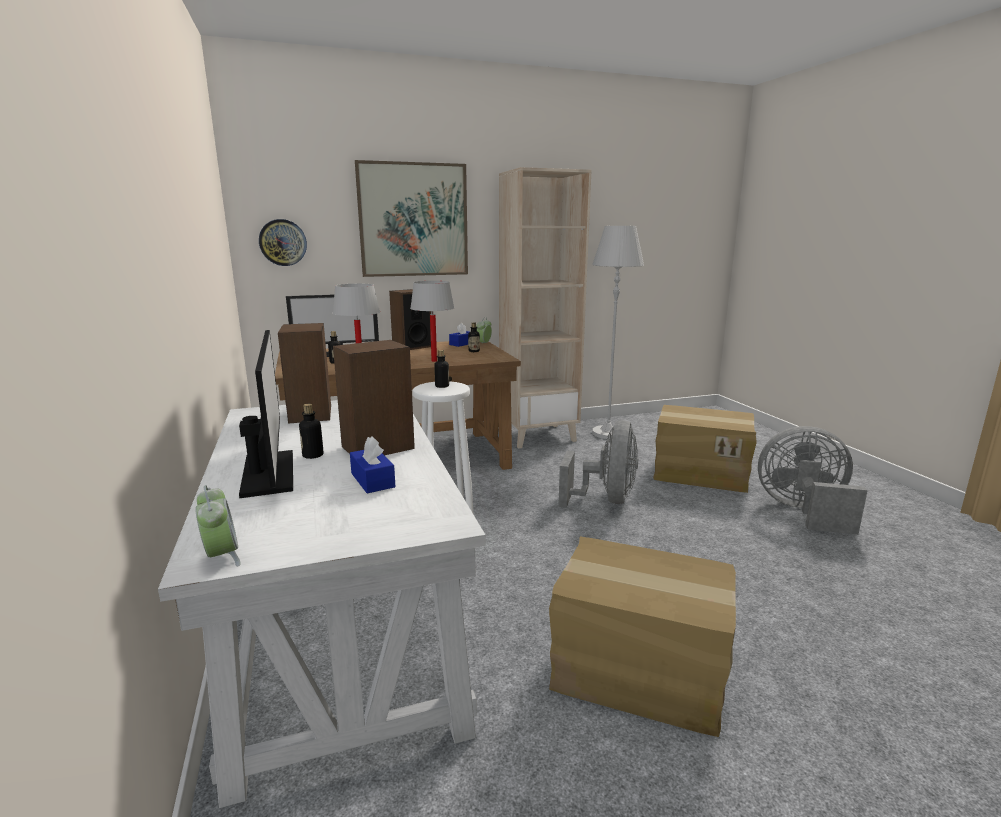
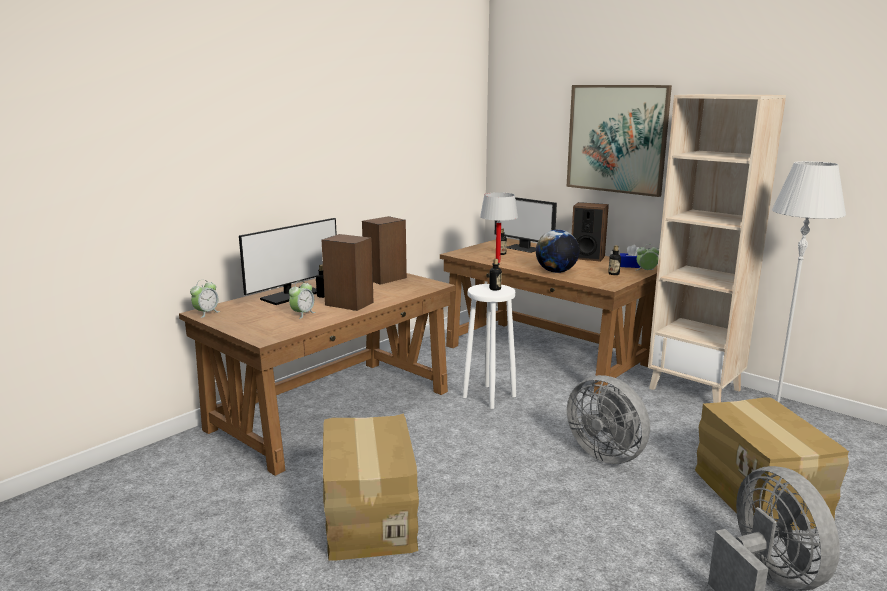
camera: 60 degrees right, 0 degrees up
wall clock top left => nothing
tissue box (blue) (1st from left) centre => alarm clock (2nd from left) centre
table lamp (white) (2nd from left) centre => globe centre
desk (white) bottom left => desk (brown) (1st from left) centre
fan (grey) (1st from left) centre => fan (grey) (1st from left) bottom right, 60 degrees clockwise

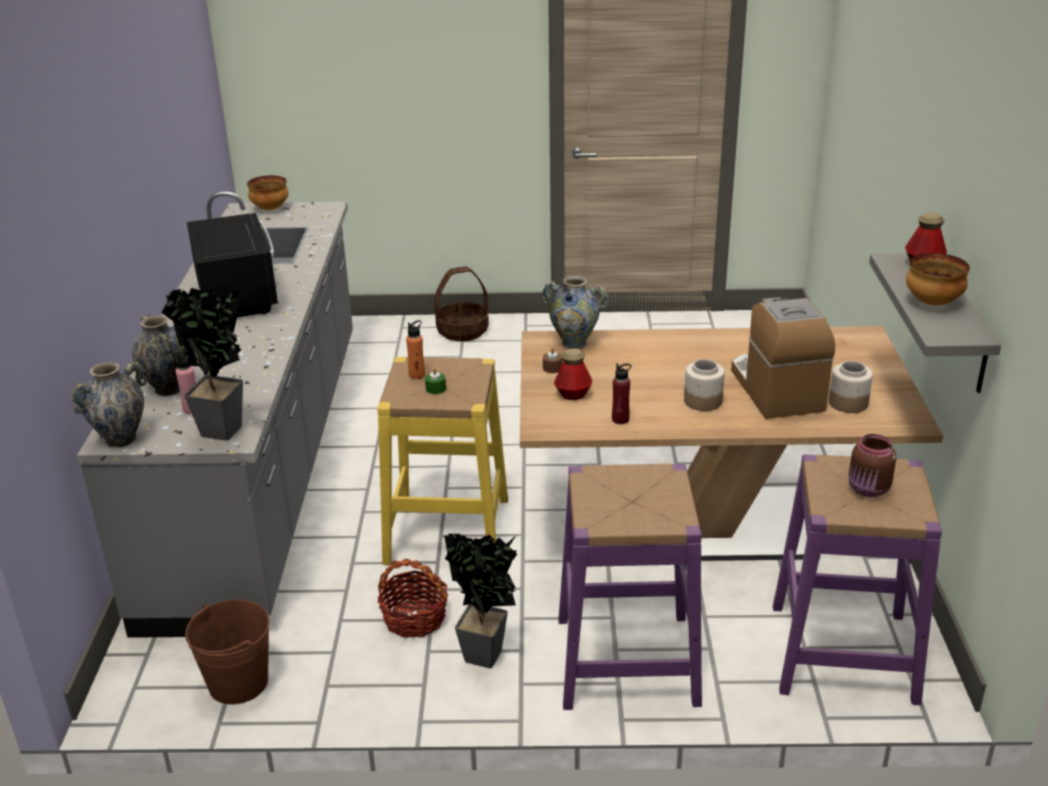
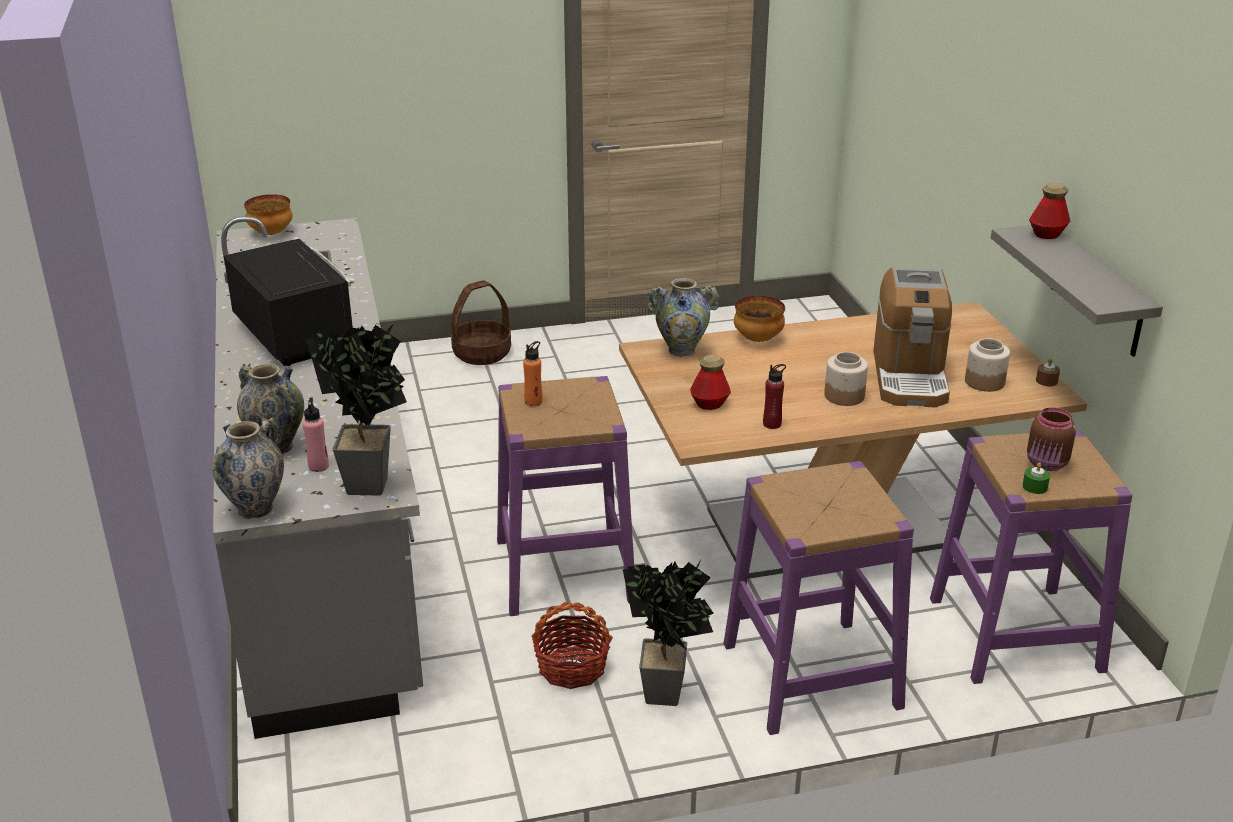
camera: 15 degrees left, 0 degrees up
bucket (brown) bottom left => nothing
candle (green) centre => candle (green) middle right, move
candle (brown) centre => candle (brown) middle right, move
bowl (2nd from left) middle right => bowl (2nd from left) centre, move
stool (yellow) centre => stool (purple) (1st from left) centre
coffee machine middle right, 150 degrees counterclockwise

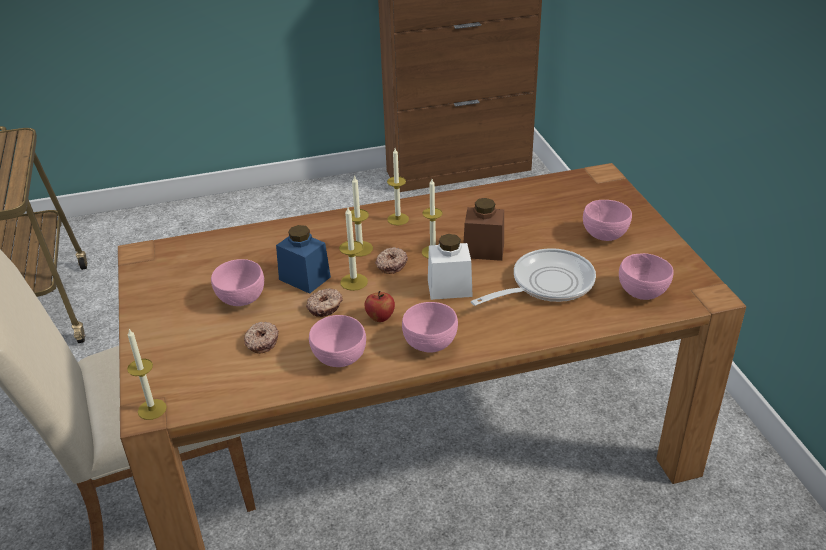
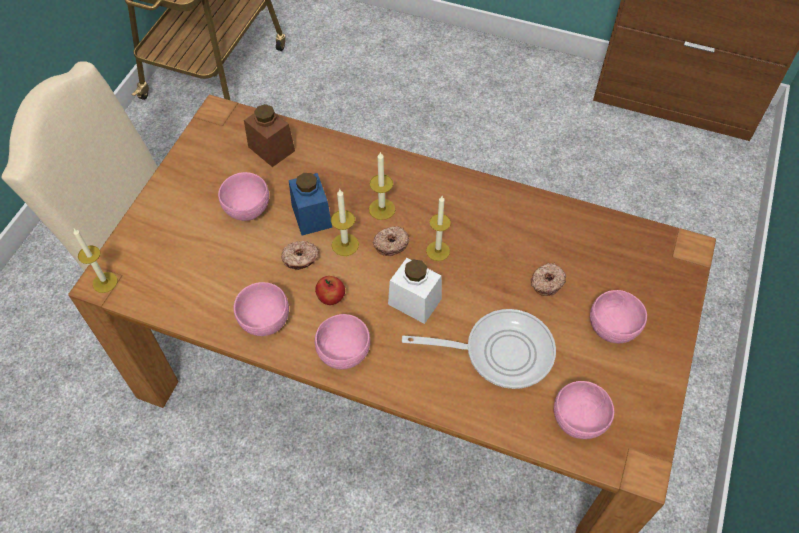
camera: 35 degrees right, 20 degrees up
candle (4th from left) centre => nothing
donut (1st from left in the first image) middle left => donut (3rd from left) middle right, move
jar (brown) centre => jar (brown) top centre, move

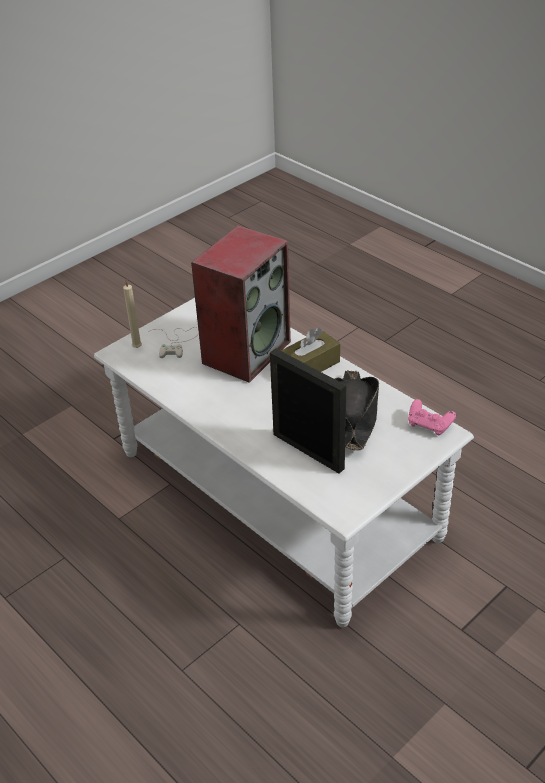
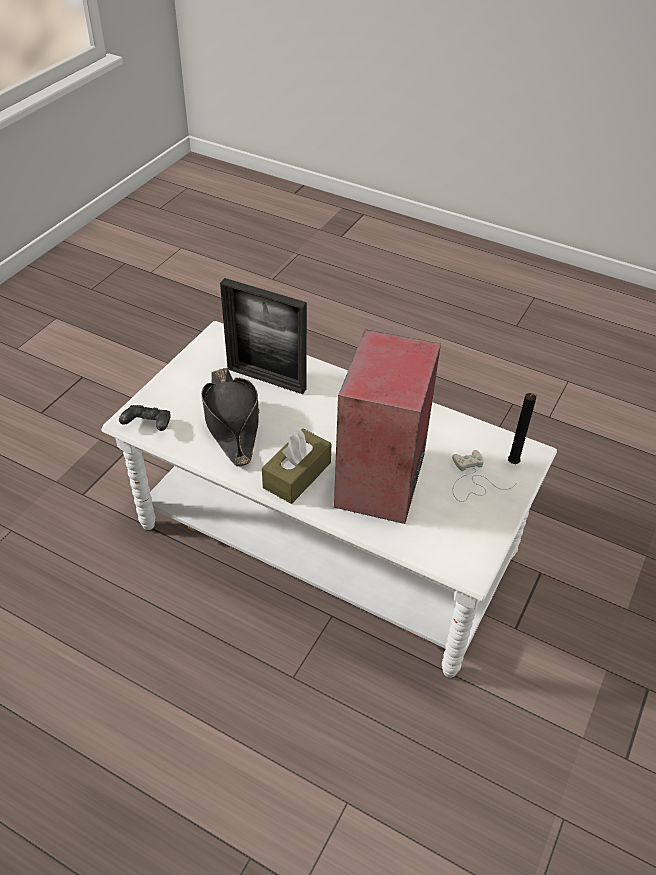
camera: 160 degrees right, 5 degrees up
candle (beige) middle left => candle (black) middle right
game controller (pink) middle right => game controller (black) middle left

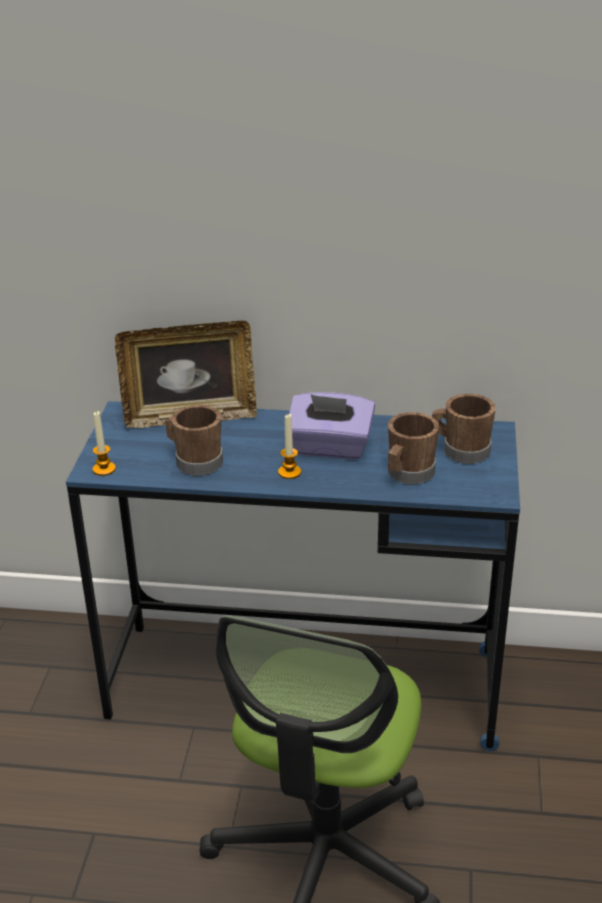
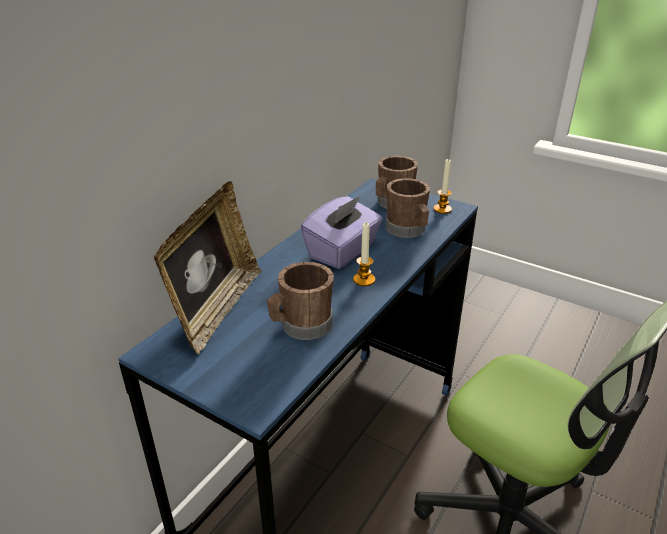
camera: 65 degrees left, 0 degrees up
candle (1st from left in the first image) middle left => candle (2nd from left) centre, move

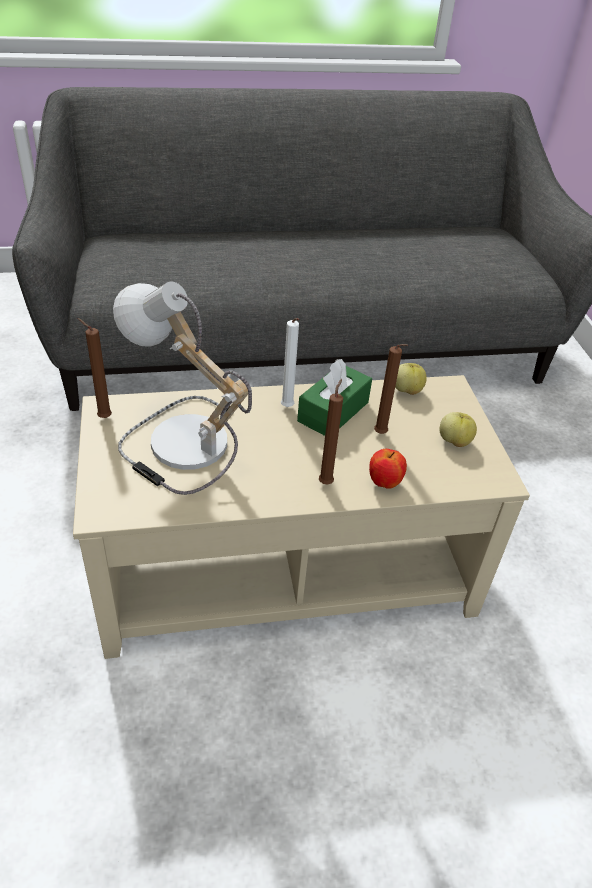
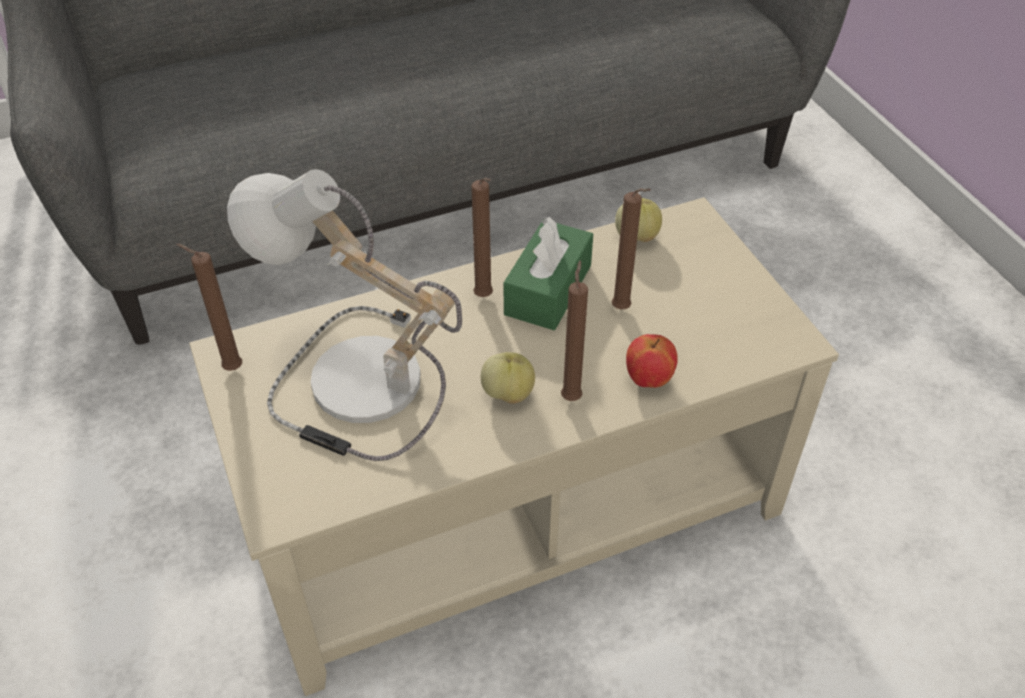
camera: 10 degrees left, 5 degrees up
apple (3rd from left in the first image) middle right => apple (1st from left) centre, move
candle (white) centre => candle (brown) (2nd from left) centre

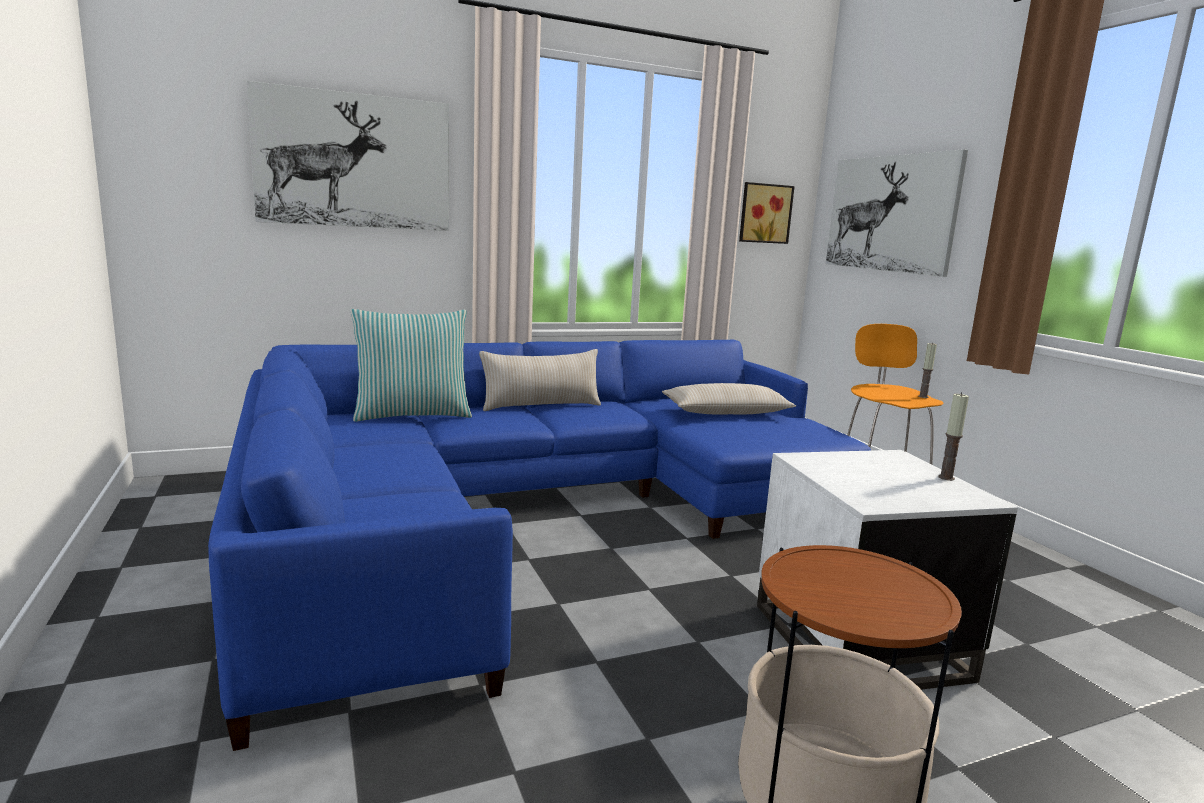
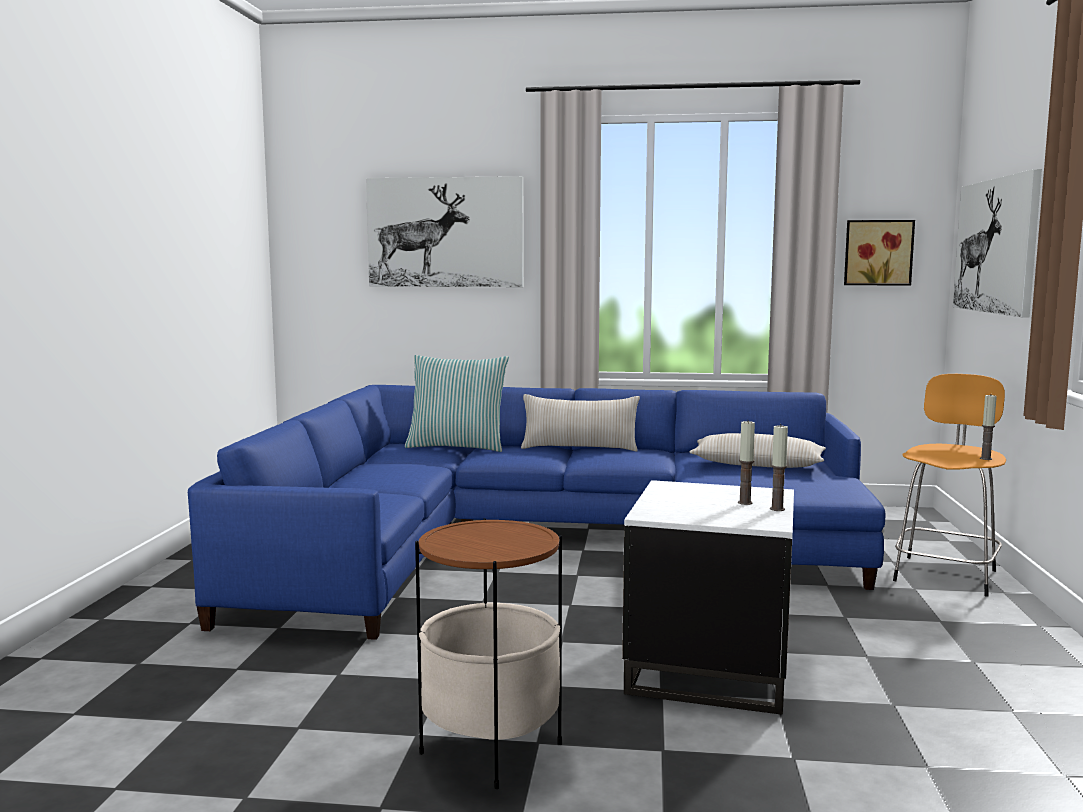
camera: 30 degrees right, 5 degrees down
nothing => candle (1st from left) middle right

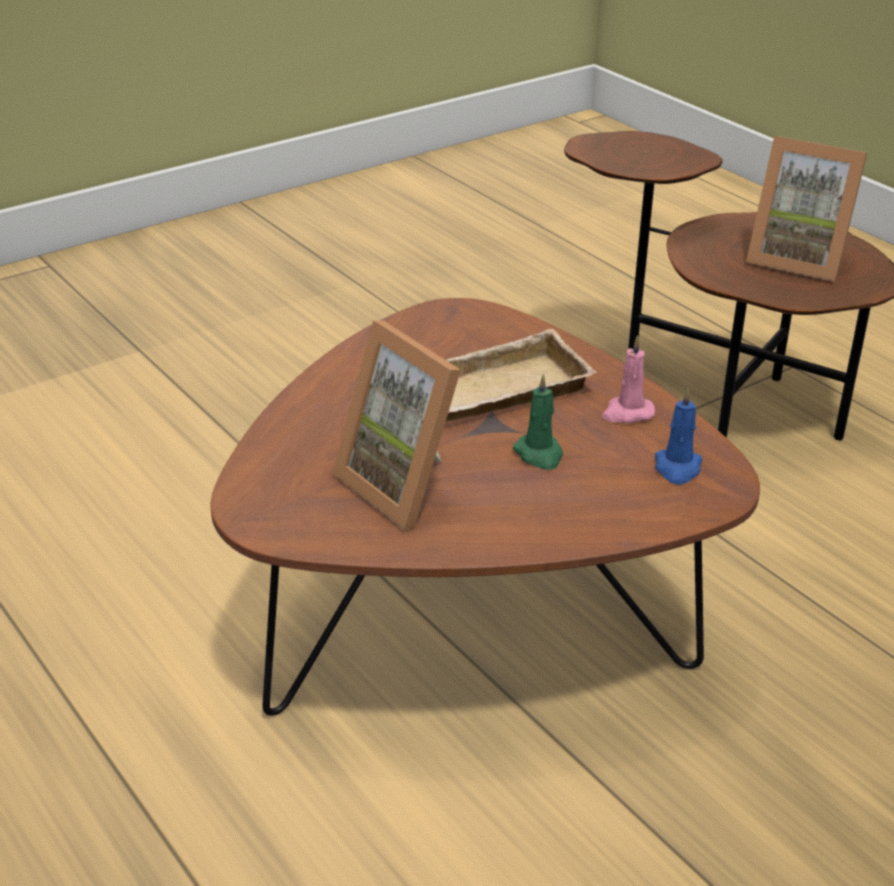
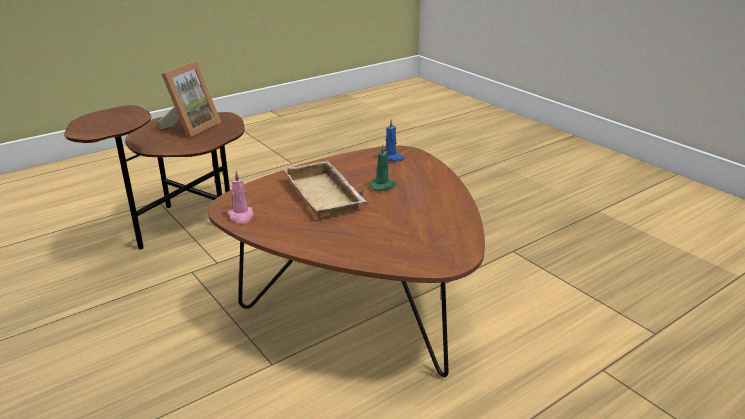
camera: 90 degrees left, 5 degrees down
picture frame (1st from left) centre => nothing
candle (pink) middle right => candle (pink) middle left, move

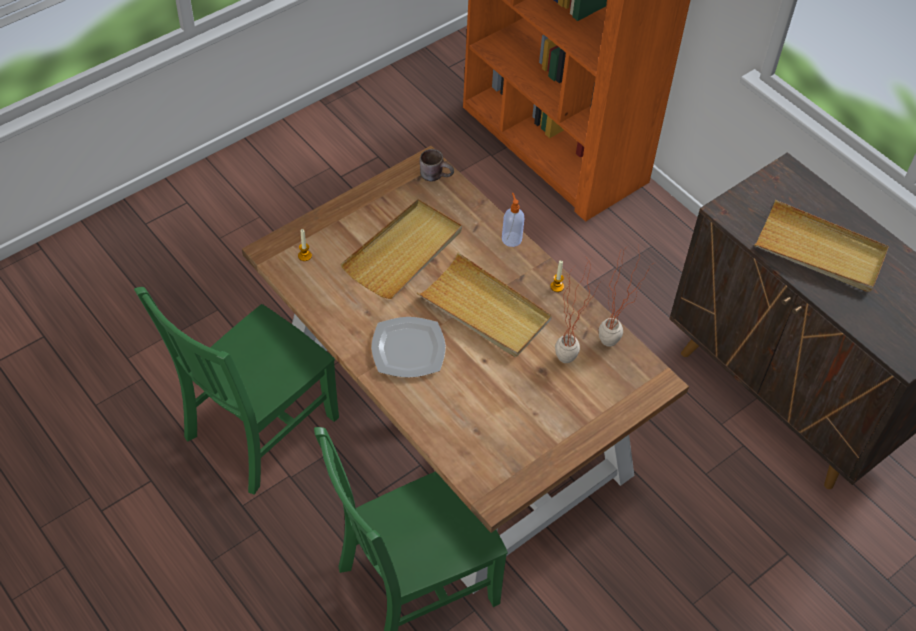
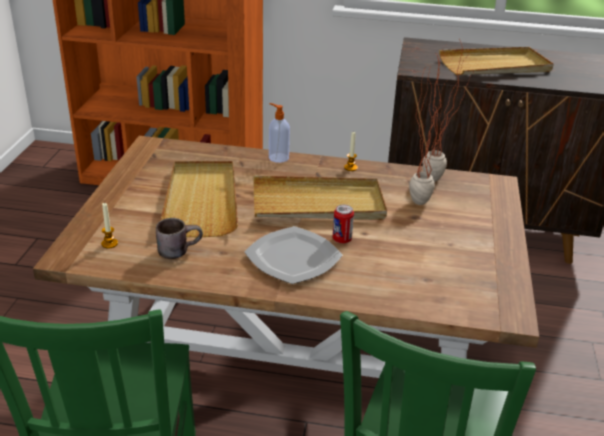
camera: 40 degrees left, 20 degrees down
nothing => can centre
mug (brown) top centre => mug (brown) middle left, move

